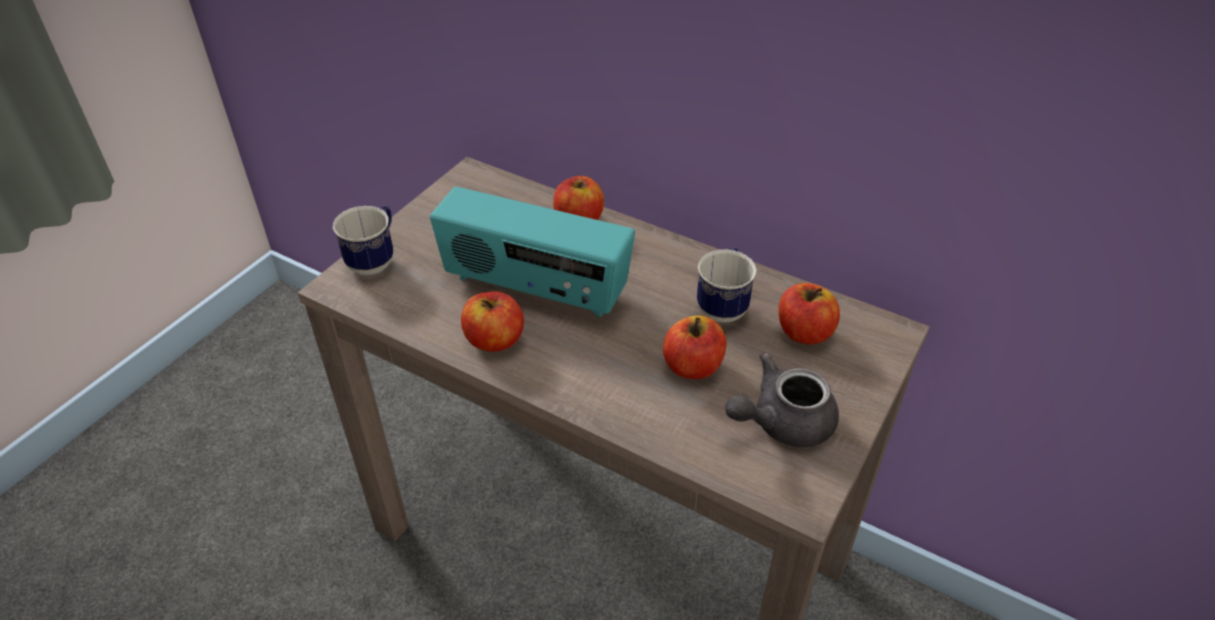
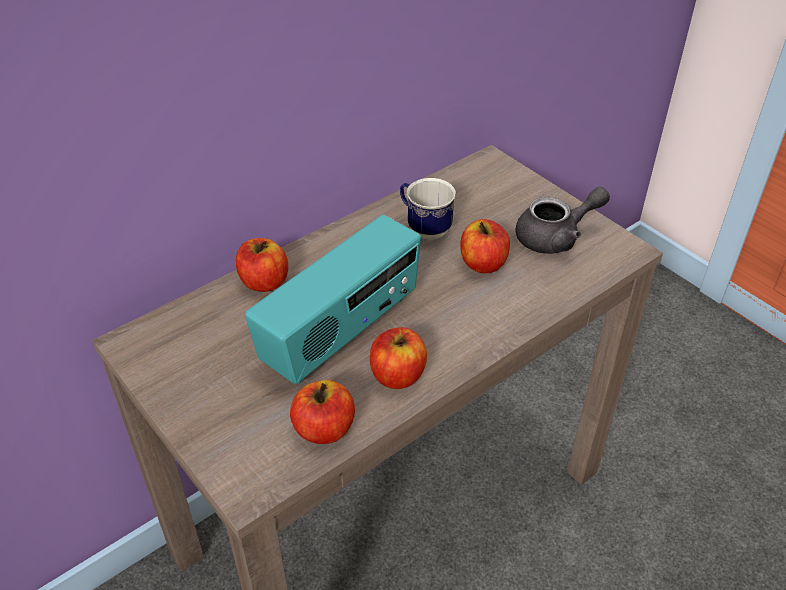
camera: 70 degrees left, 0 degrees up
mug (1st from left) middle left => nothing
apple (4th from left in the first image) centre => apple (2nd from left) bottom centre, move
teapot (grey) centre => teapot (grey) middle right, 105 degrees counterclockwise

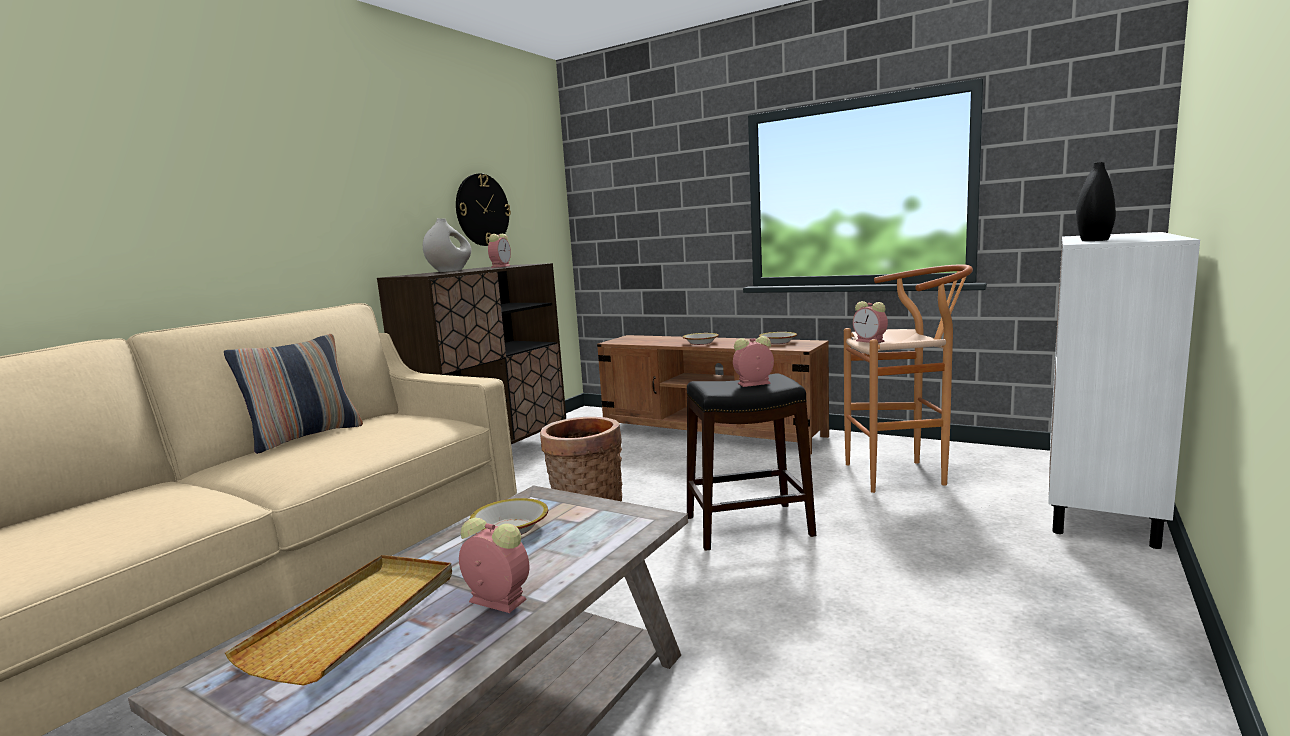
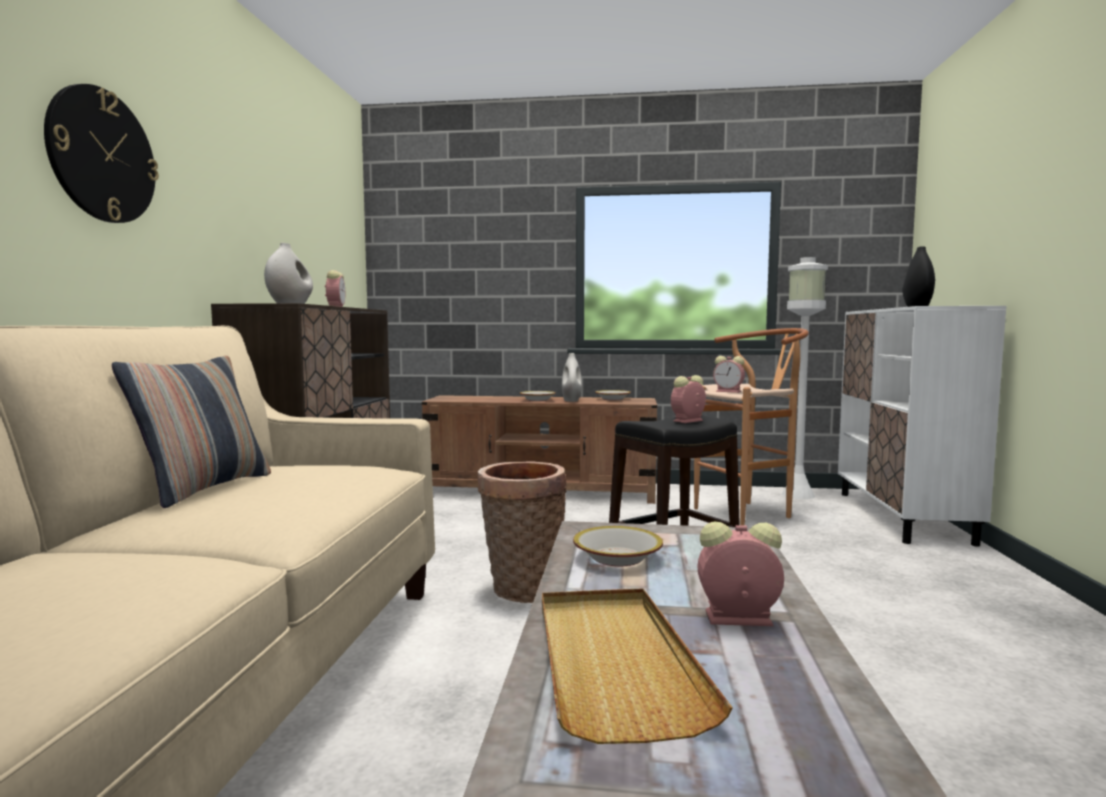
camera: 25 degrees left, 5 degrees down
nothing => vase (white) (2nd from left) centre
nothing => floor lamp (white) middle right
wall clock top centre => wall clock top left, move

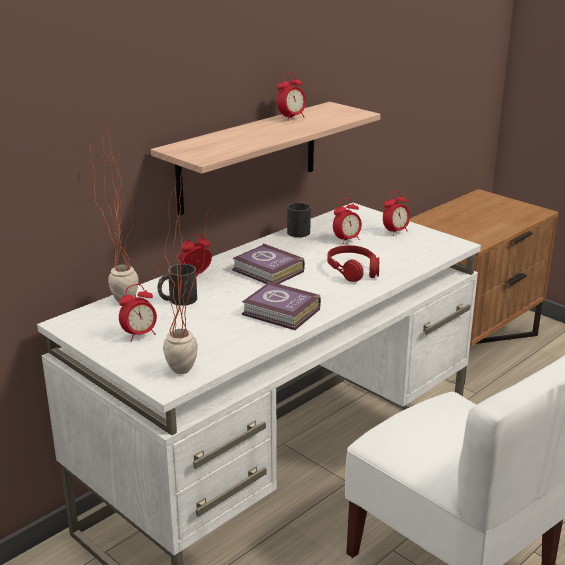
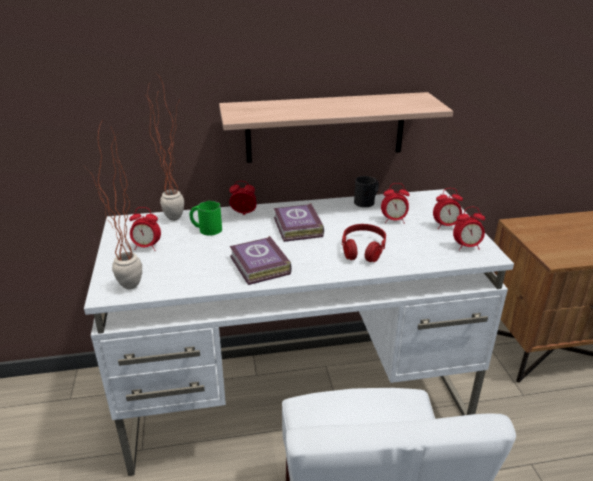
camera: 35 degrees right, 5 degrees up
alarm clock (3rd from left in the first image) top centre => alarm clock (5th from left) middle right, move
mug (black) (1st from left) middle left => mug (green) centre

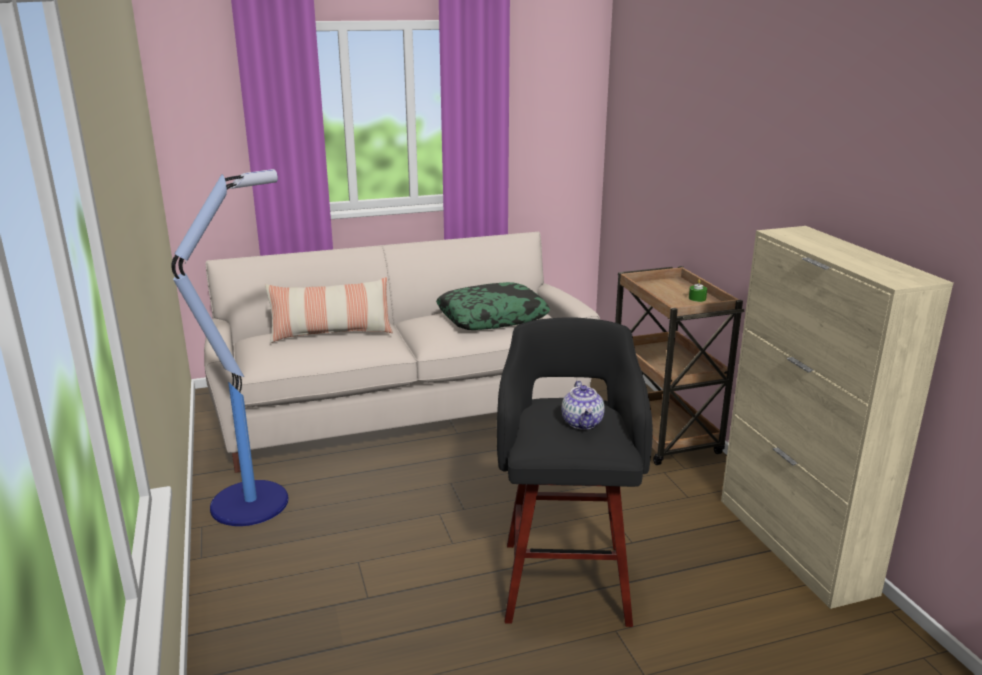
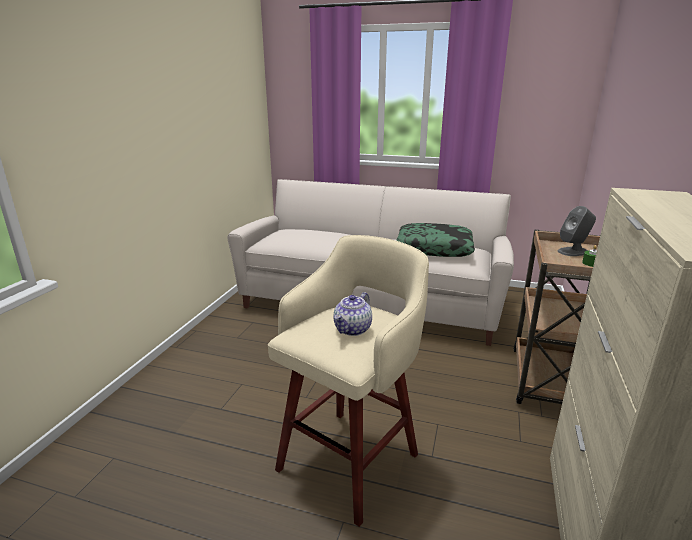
camera: 35 degrees right, 0 degrees up
floor lamp middle left => nothing
pillow (1st from left) centre => nothing
nothing => speaker (grey) middle right
stool (black) bottom centre => stool (beige) bottom centre

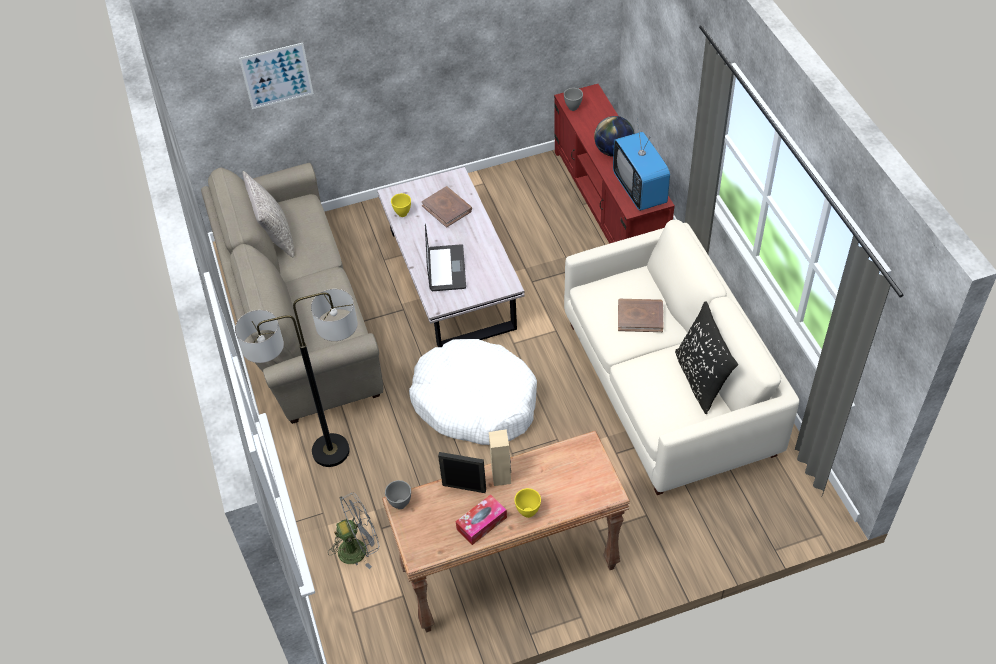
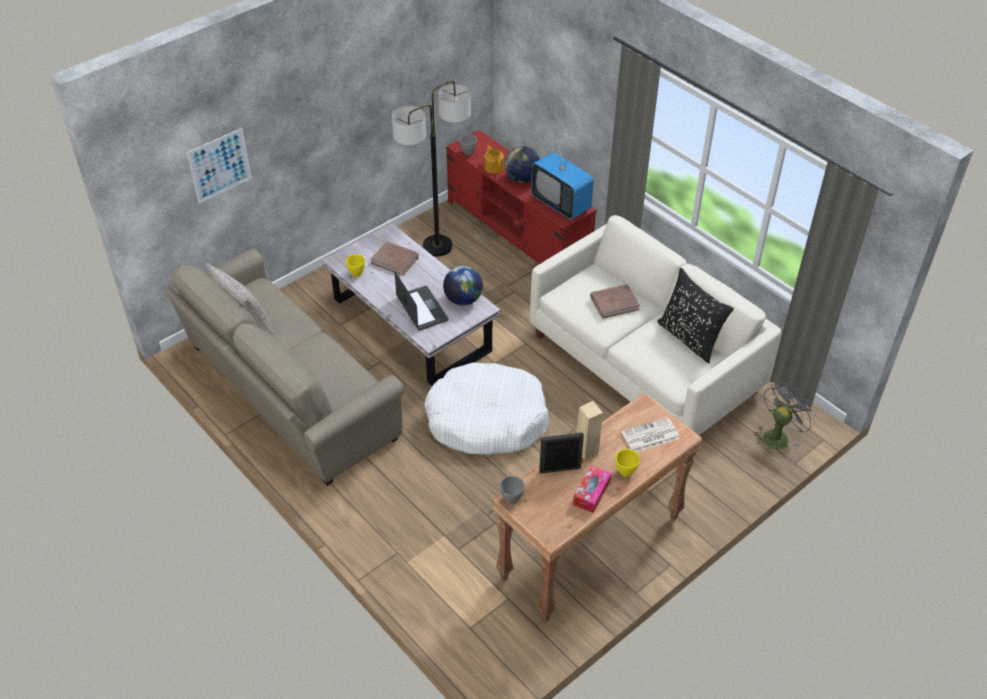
camera: 25 degrees left, 5 degrees down
nothing => globe (1st from left) centre
nothing => teapot top centre
nothing => newspaper centre
floor lamp middle left => floor lamp top centre, move
fan (grey) bottom centre => fan (grey) middle right, move

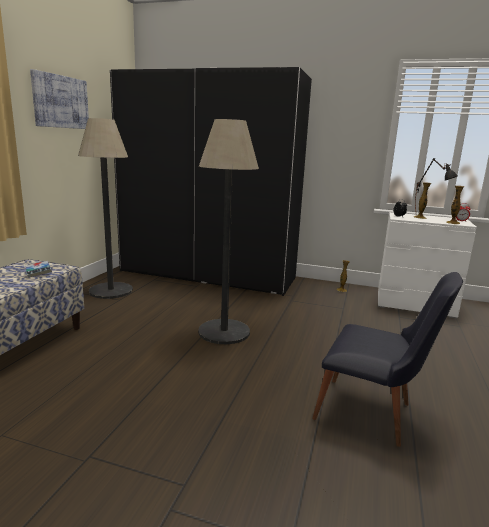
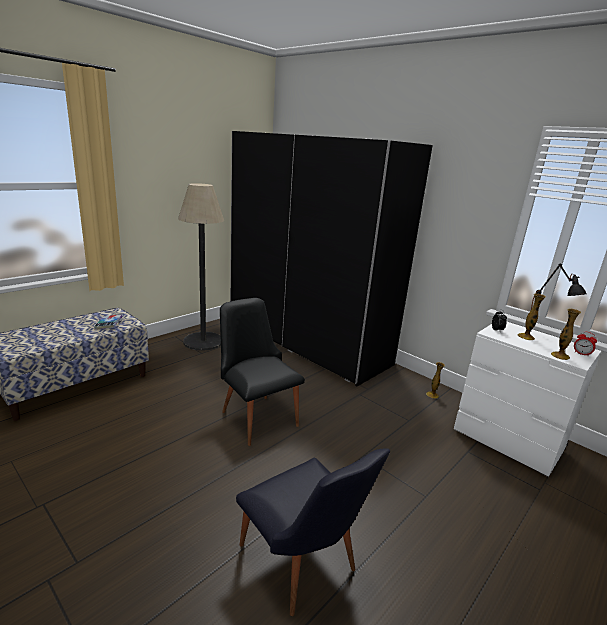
camera: 25 degrees right, 5 degrees up
picture top left => nothing
floor lamp (2nd from left) centre => chair (black) (1st from left) centre

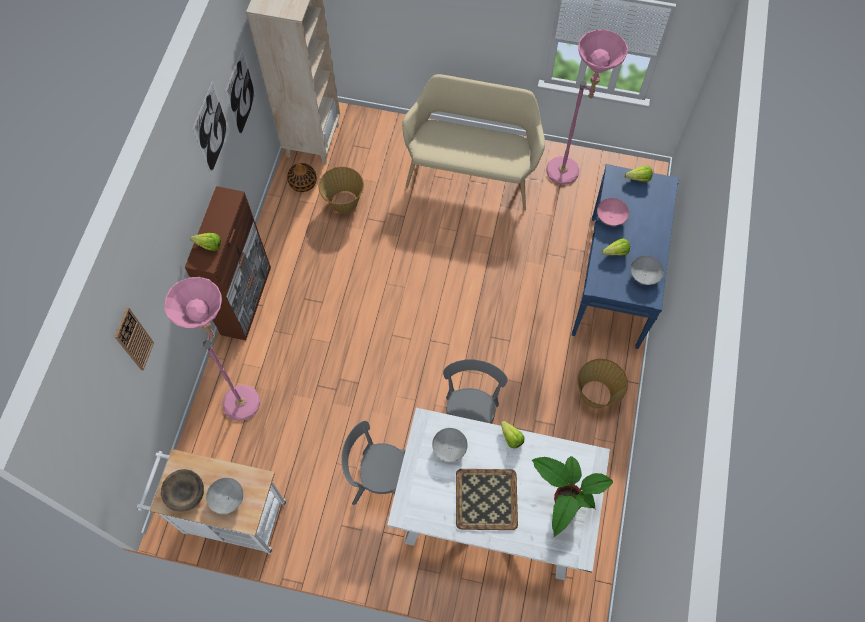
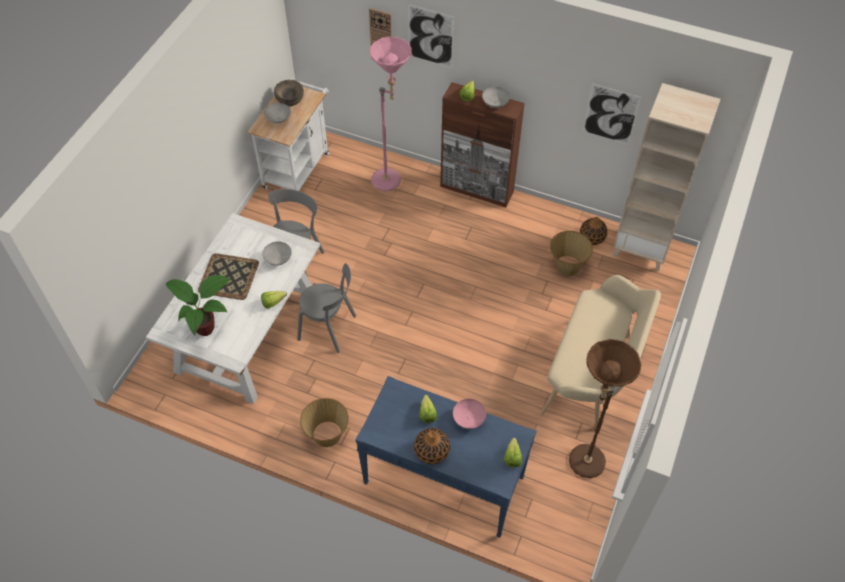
camera: 100 degrees right, 10 degrees down
nothing => vase (1st from left) bottom centre
picture (1st from left) top left => picture (1st from left) top centre, move
bowl (grey) (3rd from left) middle right => bowl (grey) (3rd from left) top centre, move
floor lamp (pink) (2nd from left) top right => floor lamp (brown) bottom right

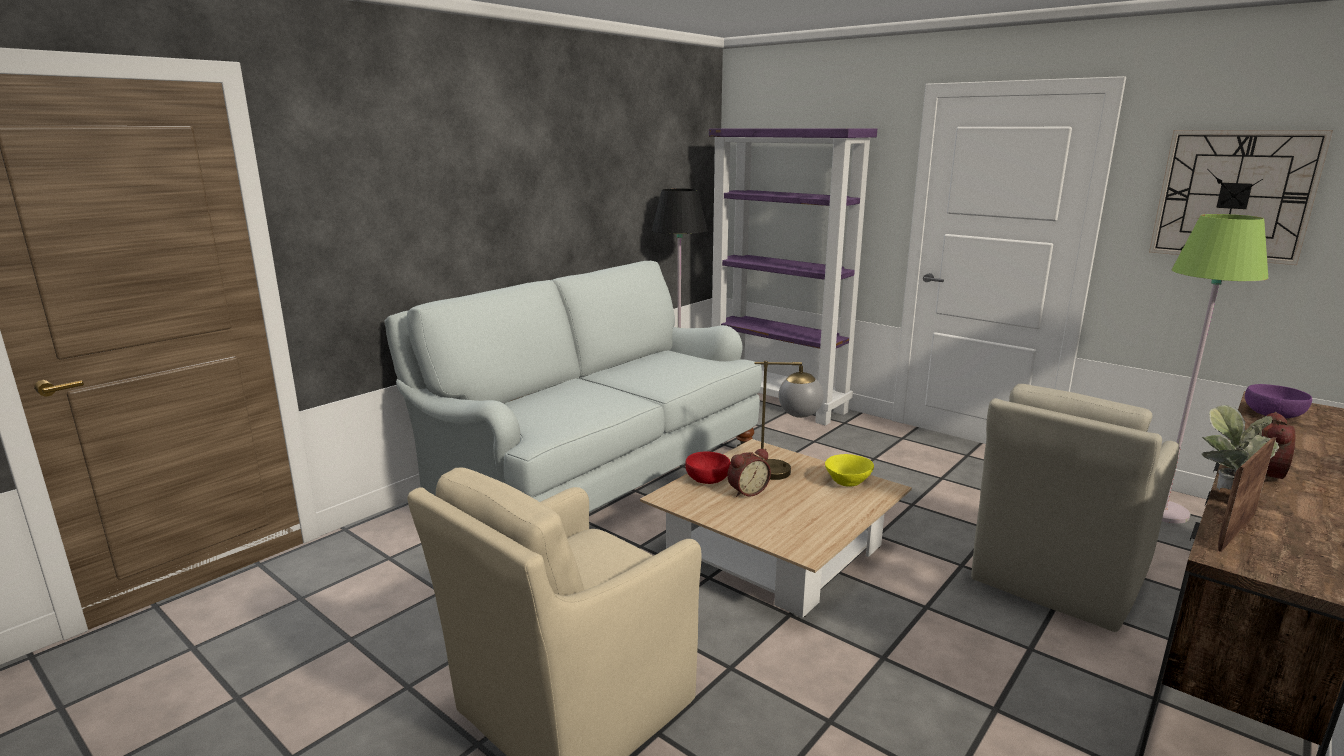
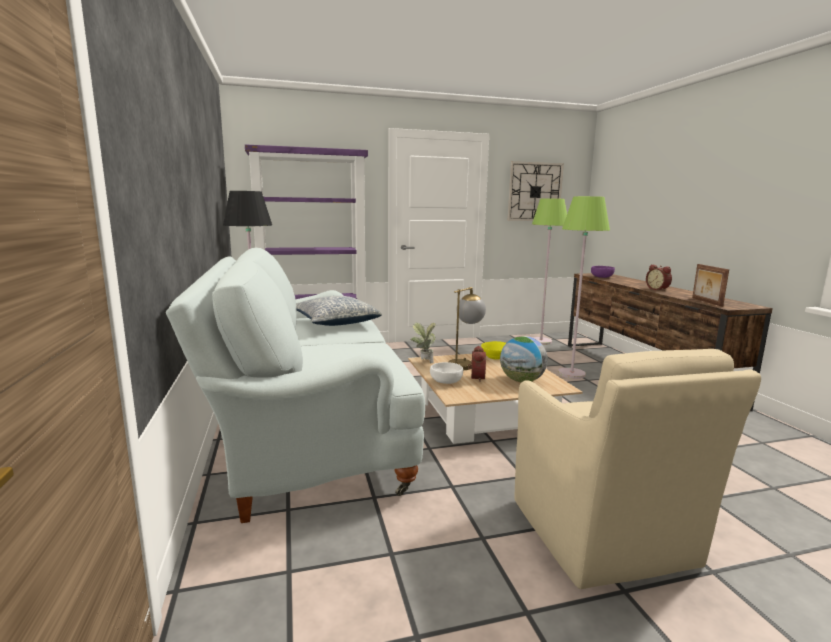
camera: 55 degrees left, 5 degrees down
nothing => pillow centre
nothing => globe centre
potted plant middle right => potted plant centre, move
armchair (beige) (2nd from left) bottom right => floor lamp (green) (2nd from left) middle right
bowl (red) centre => bowl (white) centre

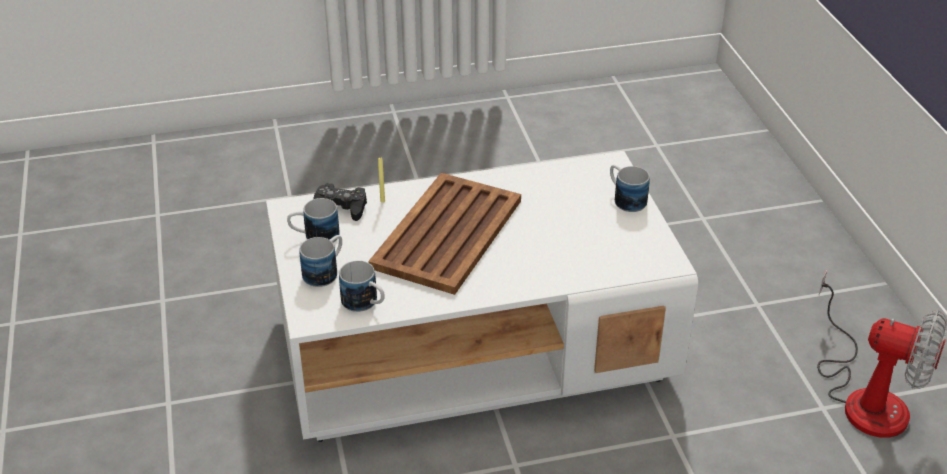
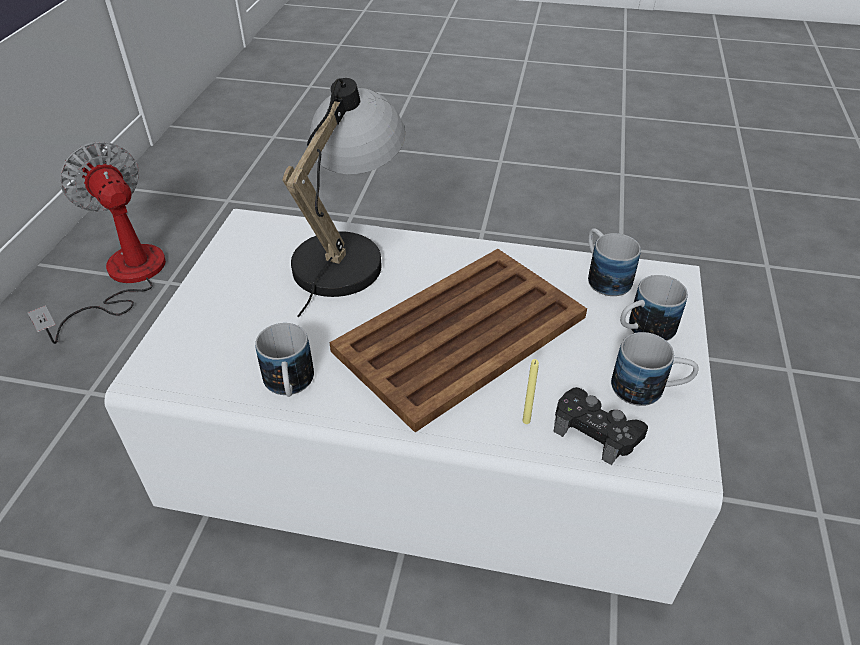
camera: 155 degrees left, 5 degrees up
nothing => table lamp top centre
mug (4th from left in the first image) centre => mug (1st from left) middle left, move

